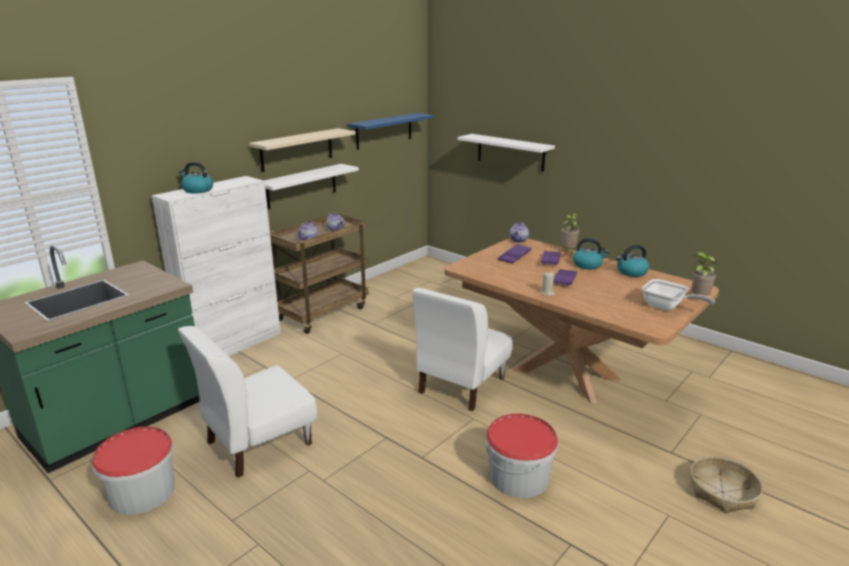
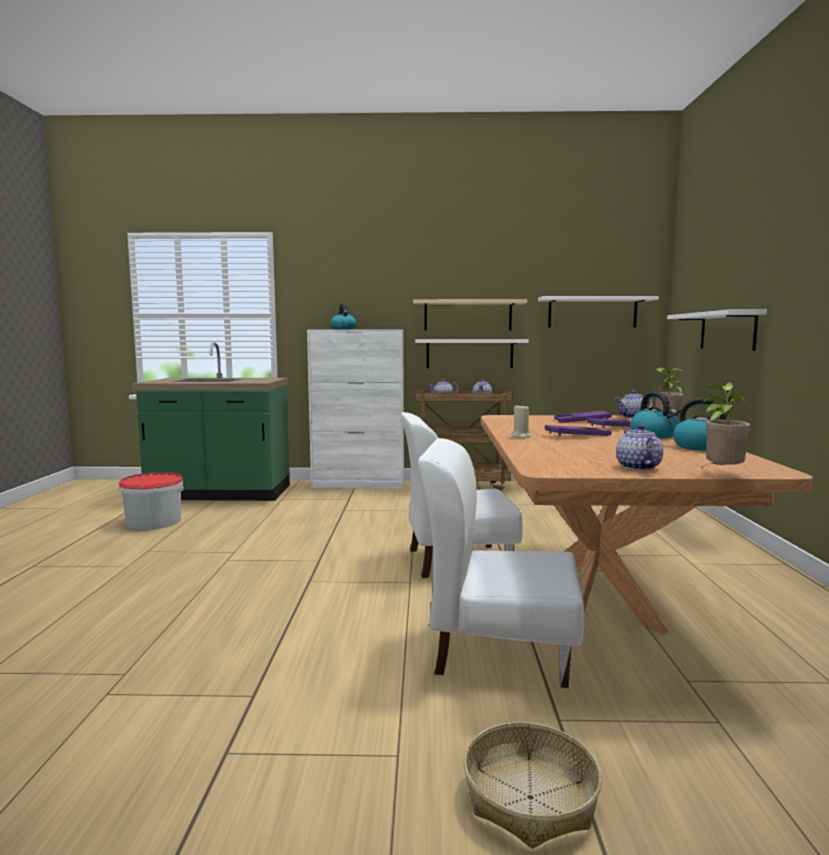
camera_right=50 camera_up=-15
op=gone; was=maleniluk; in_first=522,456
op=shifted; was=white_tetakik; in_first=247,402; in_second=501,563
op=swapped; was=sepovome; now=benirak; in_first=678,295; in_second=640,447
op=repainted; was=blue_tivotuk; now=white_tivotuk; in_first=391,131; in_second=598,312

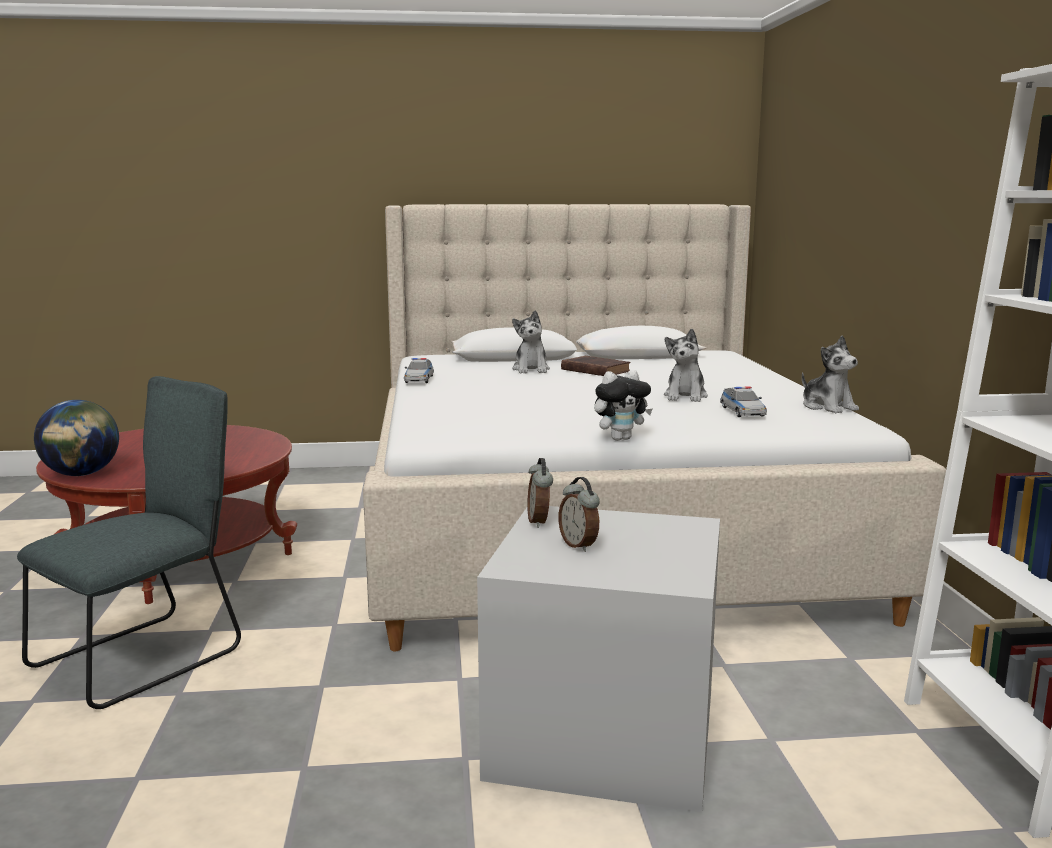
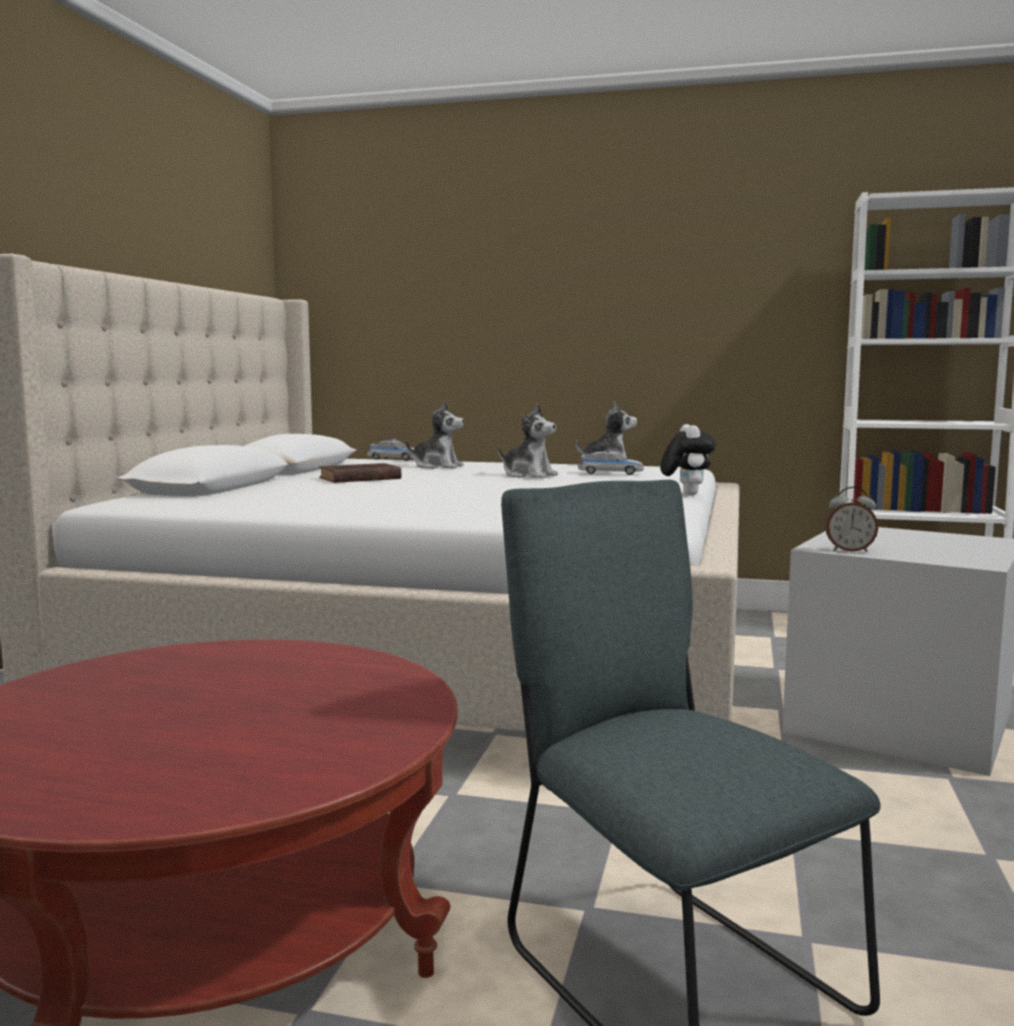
camera_right=-70 camera_up=-5
op=gone; was=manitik; in_first=76,438
op=gone; was=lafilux; in_first=579,514
op=shifted; was=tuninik; in_first=419,370; in_second=391,450
op=shifted; was=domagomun; in_first=531,342; in_second=434,435

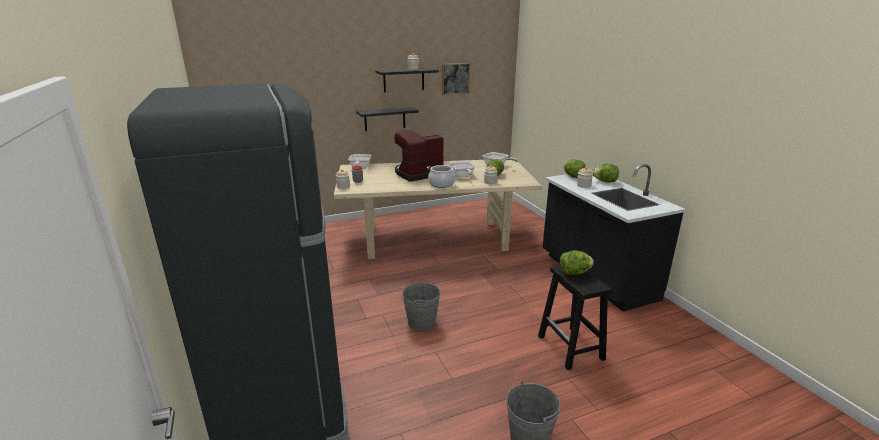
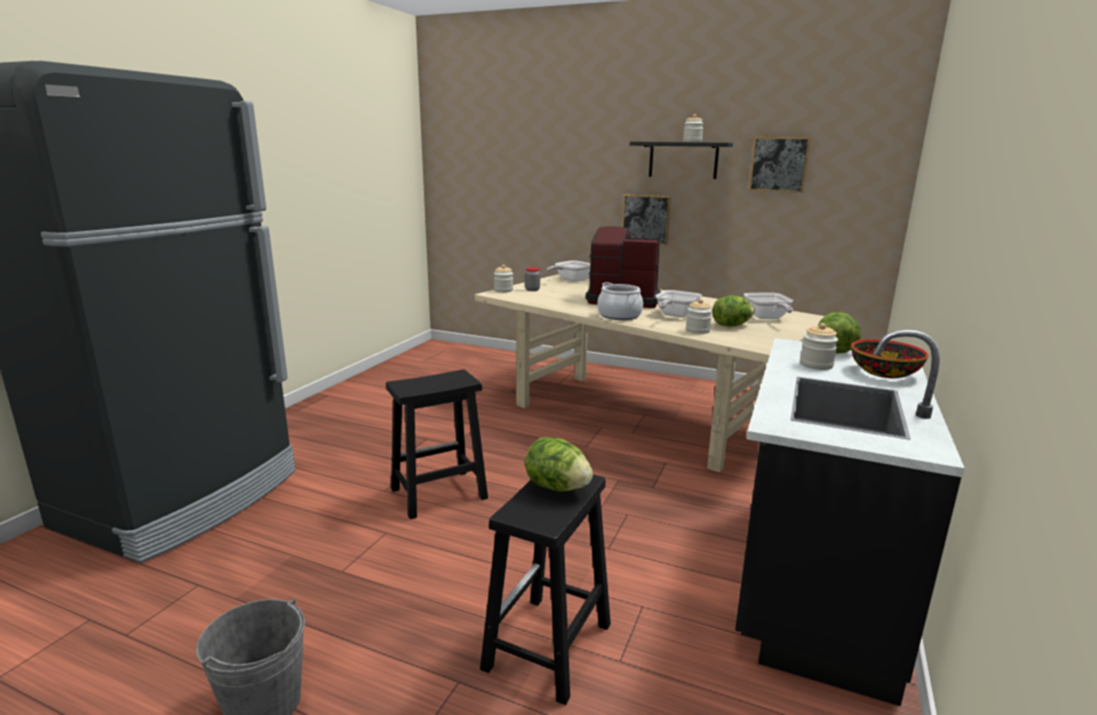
camera_right=45 camera_up=-5
op=swapped; was=black_tivotuk; now=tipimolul; in_first=387,119; in_second=646,219
op=swapped; was=grey_maleniluk; now=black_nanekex; in_first=421,306; in_second=437,444
op=swapped; was=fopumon; now=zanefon; in_first=605,173; in_second=889,358

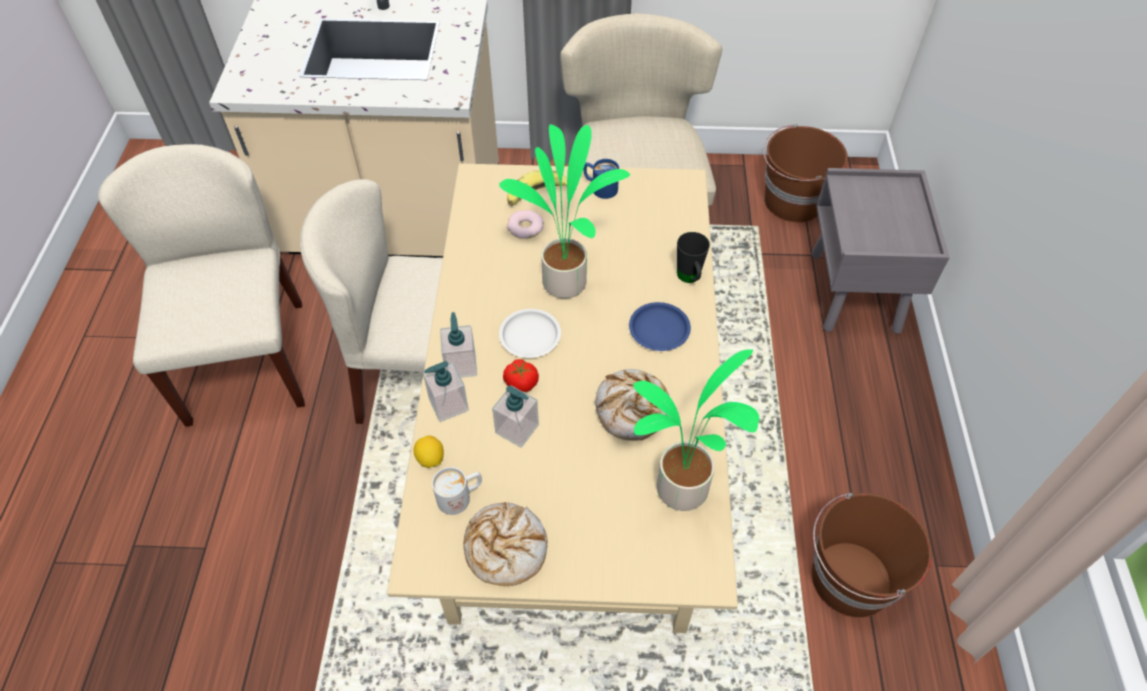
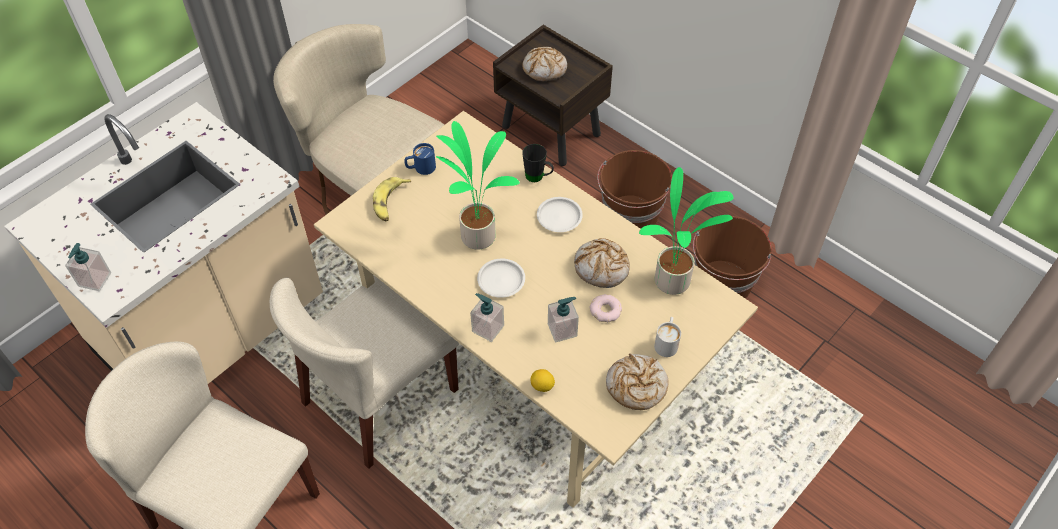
camera_right=-50 camera_up=0
op=gone; was=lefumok; in_first=521,375
op=new; now=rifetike; in_second=545,64
op=shifted; was=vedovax; in_first=446,391; in_second=88,267
op=shifted; was=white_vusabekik; in_first=457,491; in_second=667,337
op=shifted; was=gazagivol; in_first=525,224; in_second=605,308
op=shifted; was=brown_maleniluk; in_first=805,173; in_second=634,189
op=repainted; was=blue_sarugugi; now=white_sarugugi; in_first=660,326; in_second=560,214
op=repainted; was=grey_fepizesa; now=brown_fepizesa; in_first=880,251; in_second=553,95

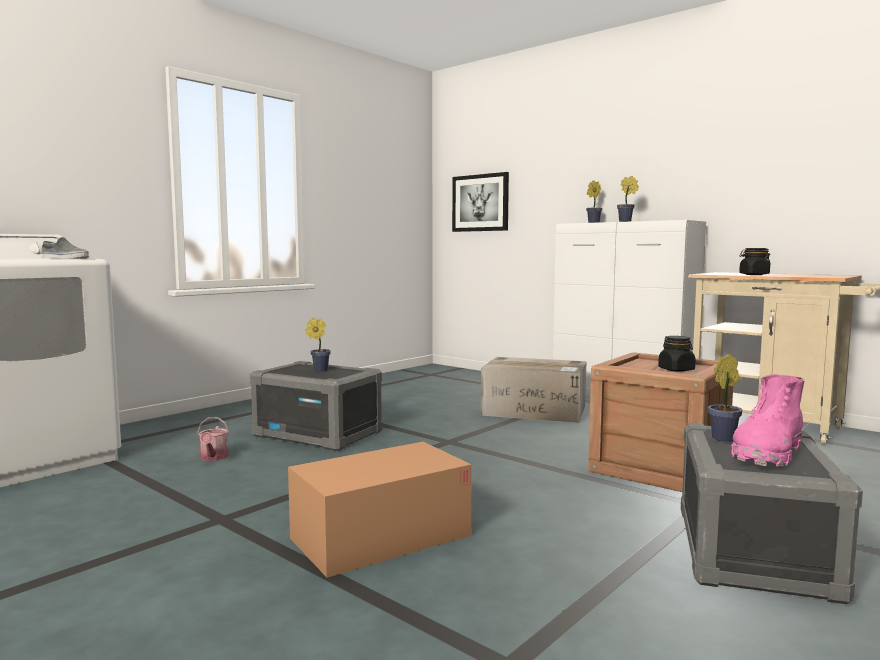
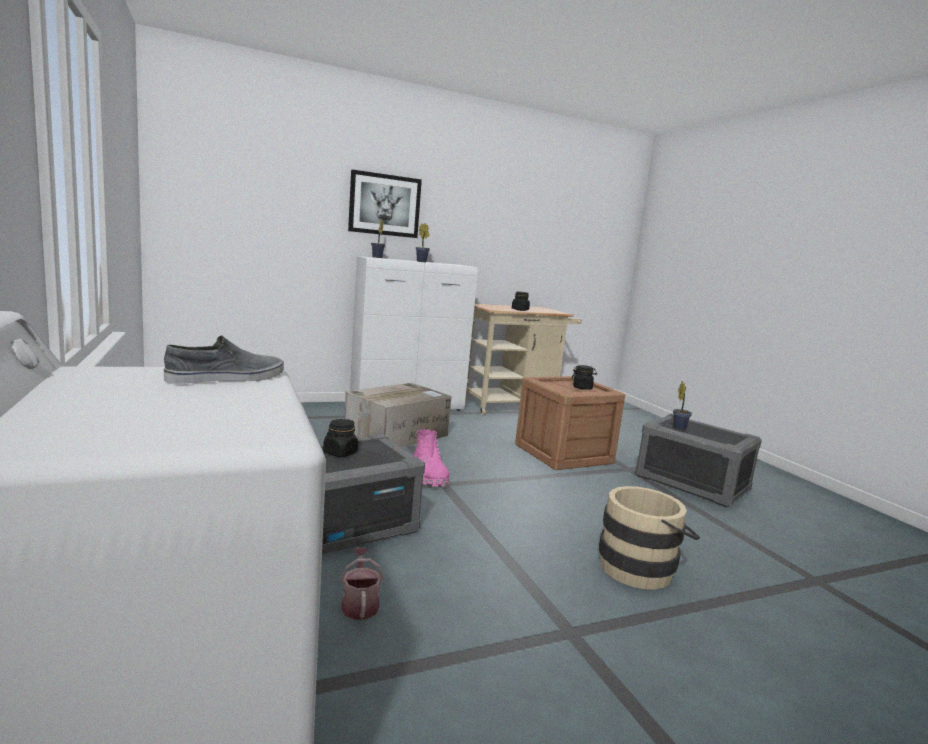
camera_right=-65 camera_up=5
op=shifted; was=tipimolul; in_first=480,202; in_second=385,204
op=shifted; was=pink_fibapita; in_first=768,420; in_second=432,458
op=swapped; was=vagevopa; now=beige_maleniluk; in_first=380,510; in_second=649,538
op=swapped; was=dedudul; now=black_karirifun; in_first=318,344; in_second=340,438
op=rotated; was=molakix; in_first=213,439; in_second=362,583; clockwise=-120

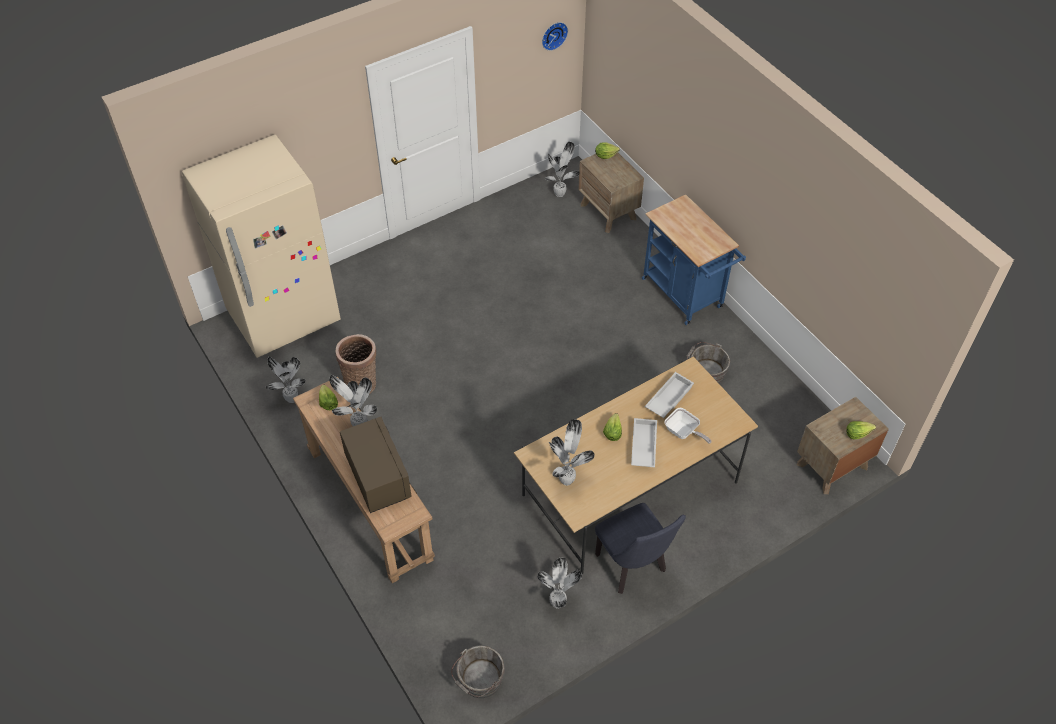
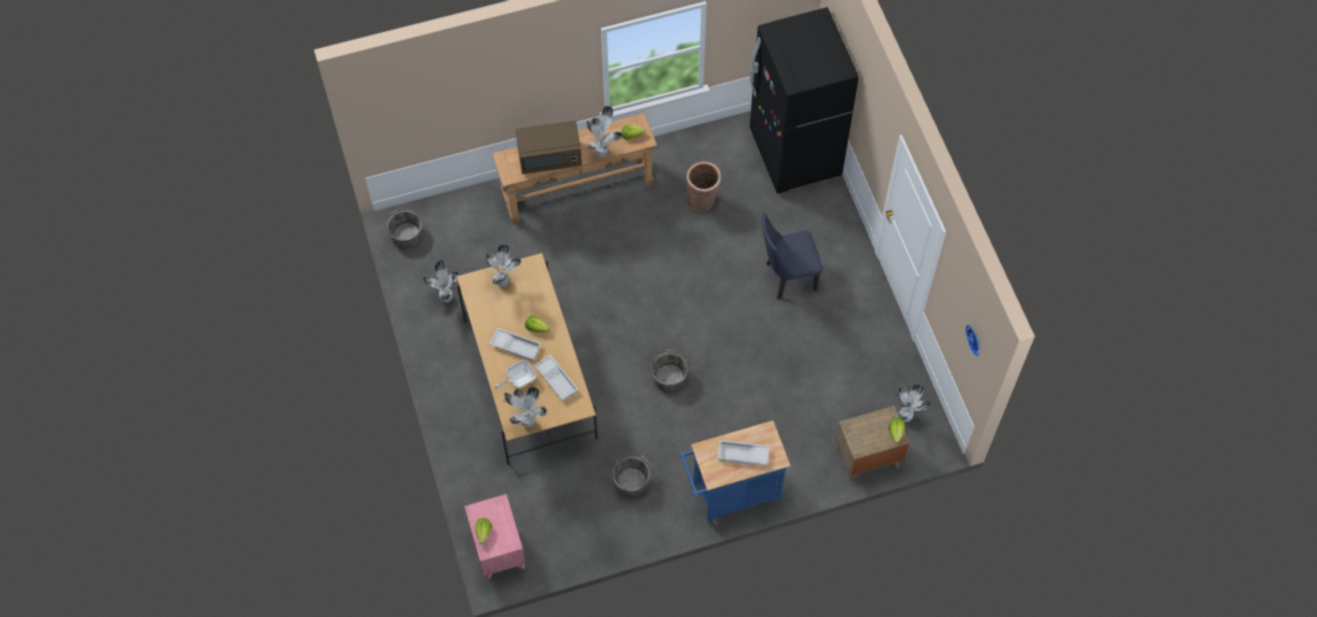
camera_right=105 camera_up=10
op=new; now=grey_maleniluk; in_second=669,370
op=new; now=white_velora; in_second=743,452
op=shifted; was=dedudul; in_first=285,379; in_second=525,407
op=shifted; was=blue_tetakik; in_first=640,548; in_second=792,256
op=repainted; was=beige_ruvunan; now=black_ruvunan; in_first=261,246; in_second=804,100
op=repainted; was=brown_fepizesa; now=pink_fepizesa; in_first=843,445; in_second=495,537

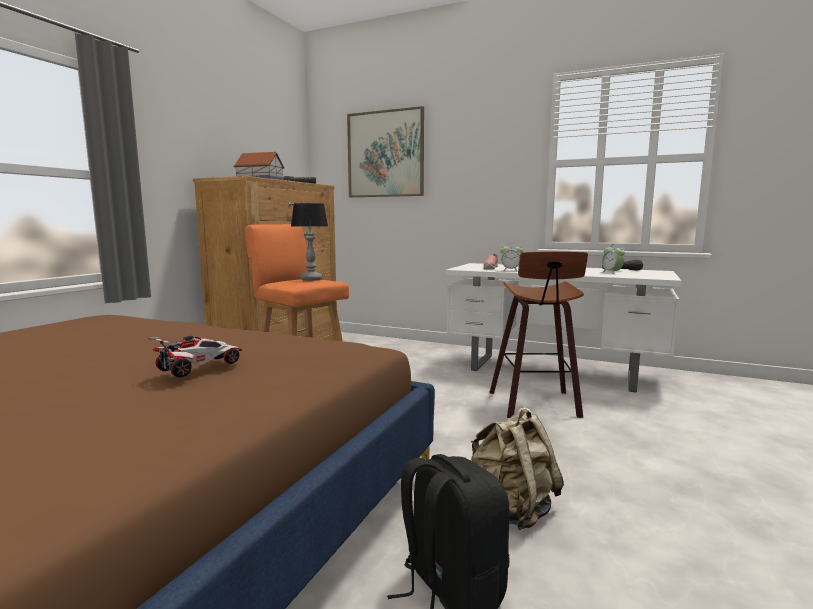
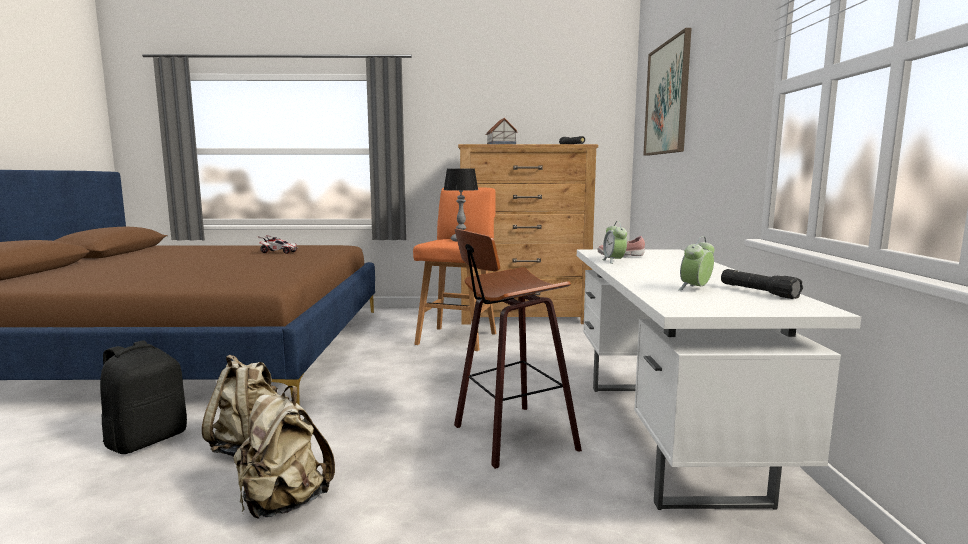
camera_right=65 camera_up=0
op=new; now=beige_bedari; in_second=284,452
op=shifted; was=tuninik; in_first=194,356; in_second=278,244

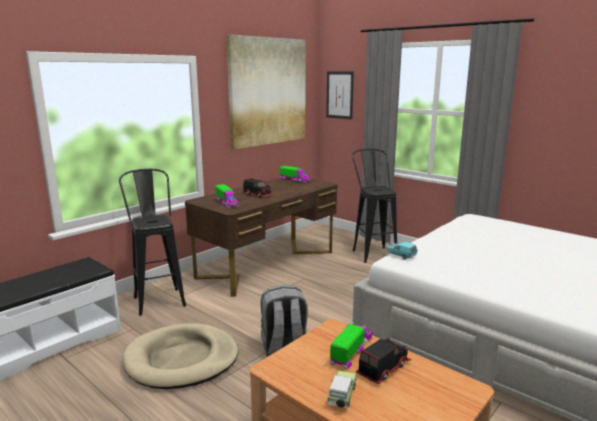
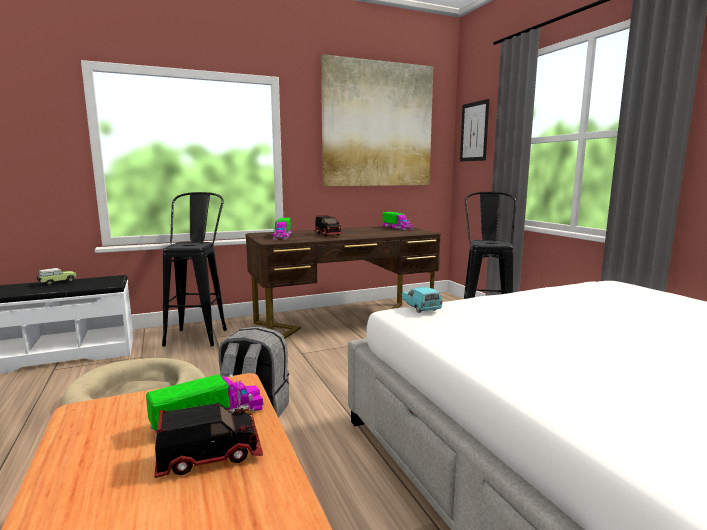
camera_right=25 camera_up=-5
op=shifted; was=tuninik; in_first=342,389; in_second=57,276

